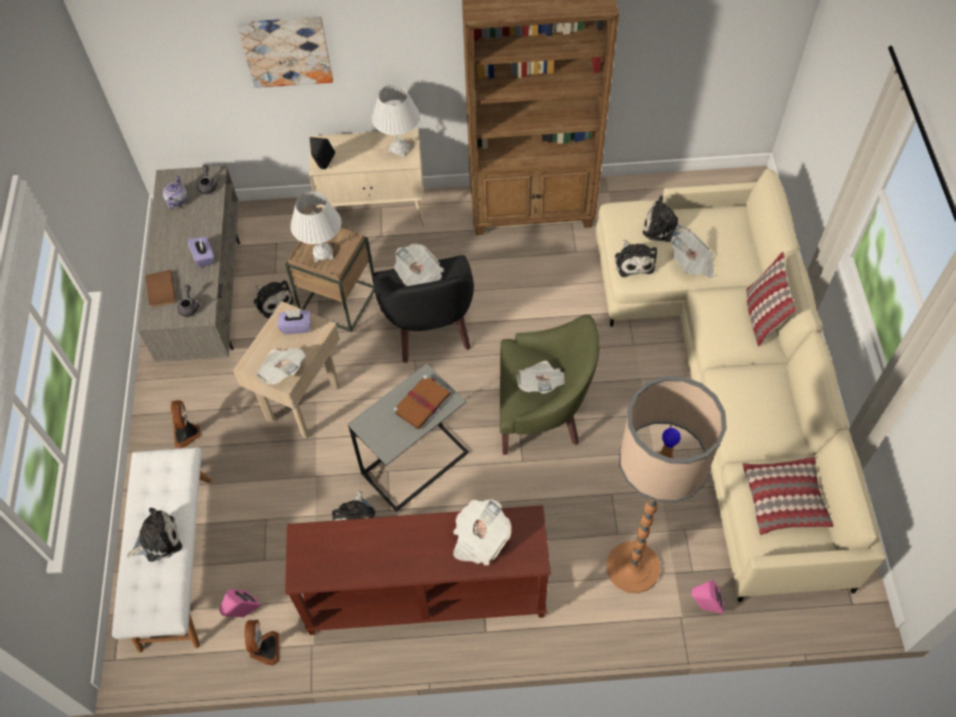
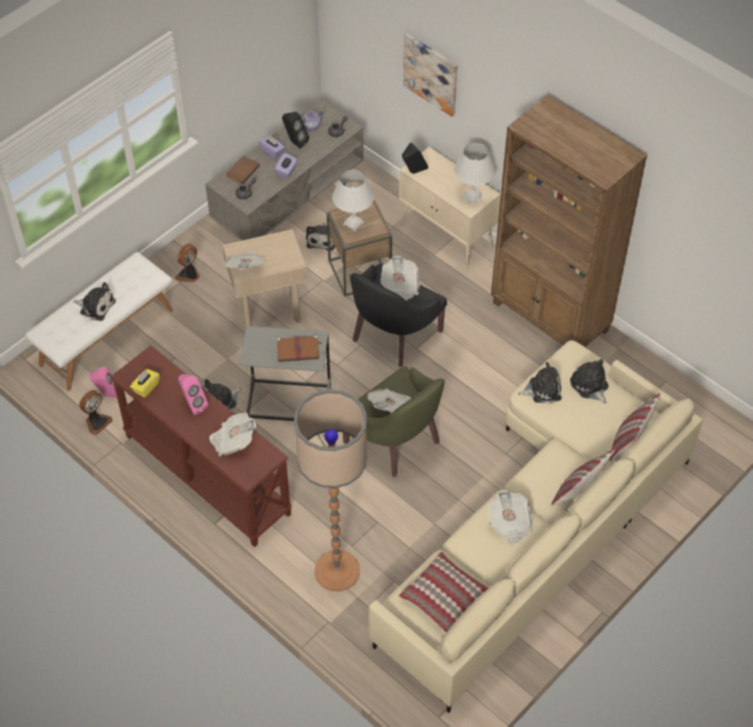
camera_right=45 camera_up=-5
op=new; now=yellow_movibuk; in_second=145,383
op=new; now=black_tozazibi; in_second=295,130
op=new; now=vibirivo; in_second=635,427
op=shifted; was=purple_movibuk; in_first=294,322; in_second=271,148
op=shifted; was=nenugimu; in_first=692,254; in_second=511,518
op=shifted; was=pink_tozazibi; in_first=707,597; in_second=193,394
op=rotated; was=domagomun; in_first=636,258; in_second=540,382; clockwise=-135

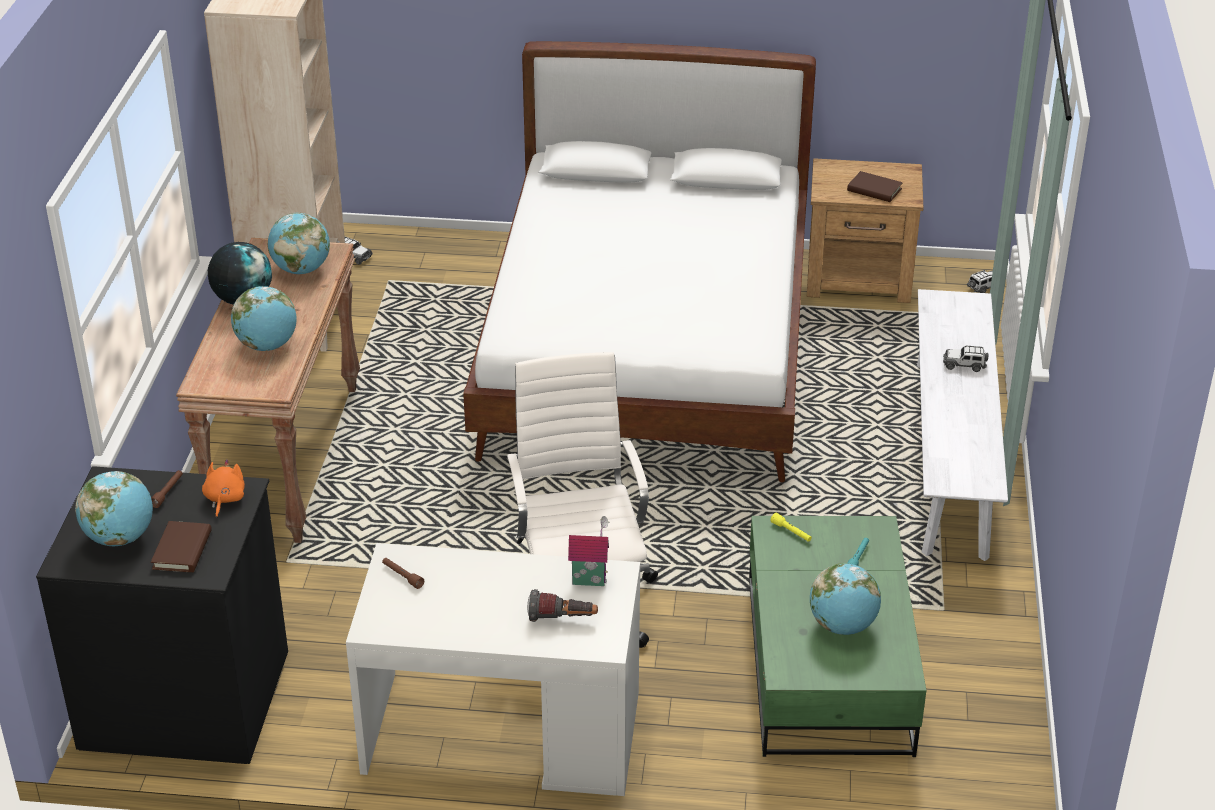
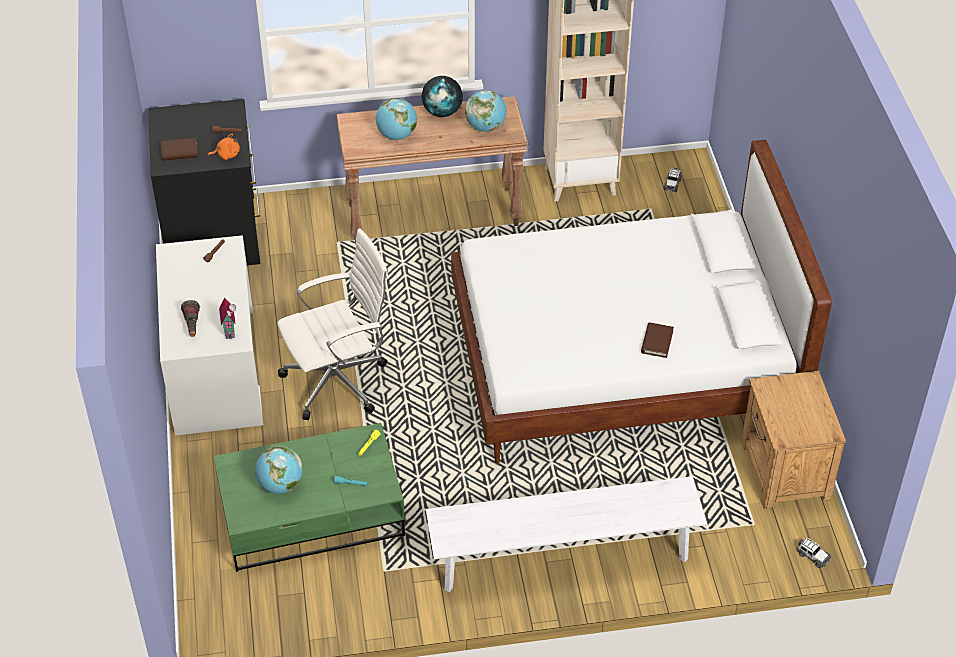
camera_right=75 camera_up=10
op=gone; was=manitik; in_first=114,508
op=gone; was=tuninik; in_first=966,359
op=shifted; was=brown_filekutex; in_first=875,186; in_second=657,340

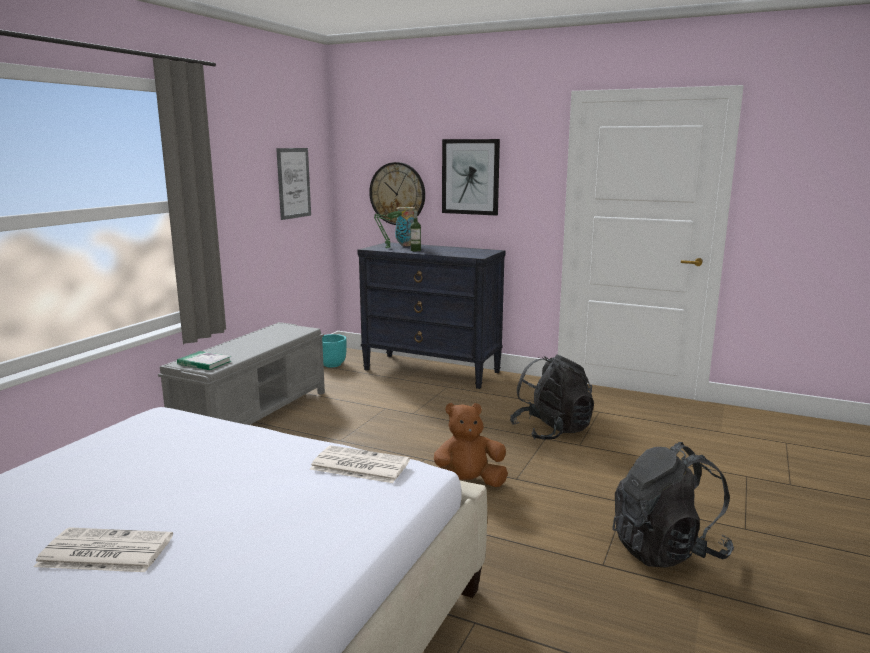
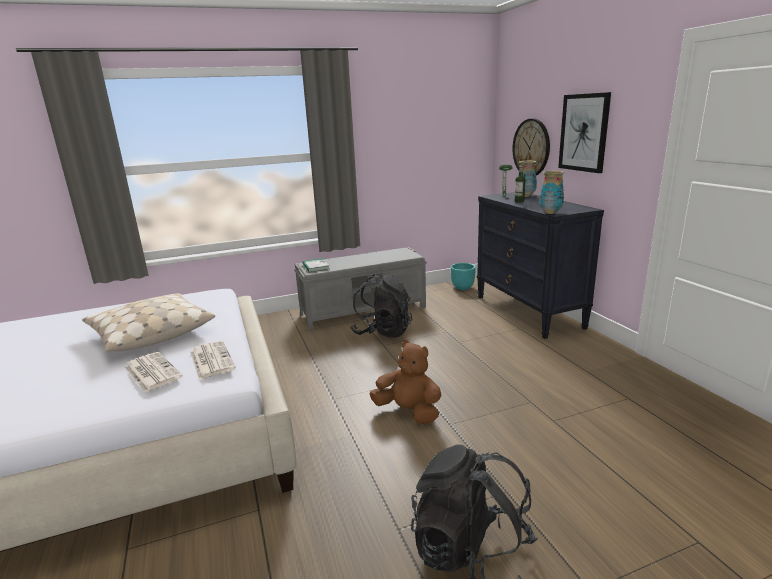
camera_right=45 camera_up=5
op=gone; was=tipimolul; in_first=293,184
op=new; now=beige_vibirivo; in_second=148,322
op=new; now=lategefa; in_second=551,192
op=shifted; was=nenugimu; in_first=103,549; in_second=154,372
op=shifted; was=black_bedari; in_first=552,397; in_second=381,306

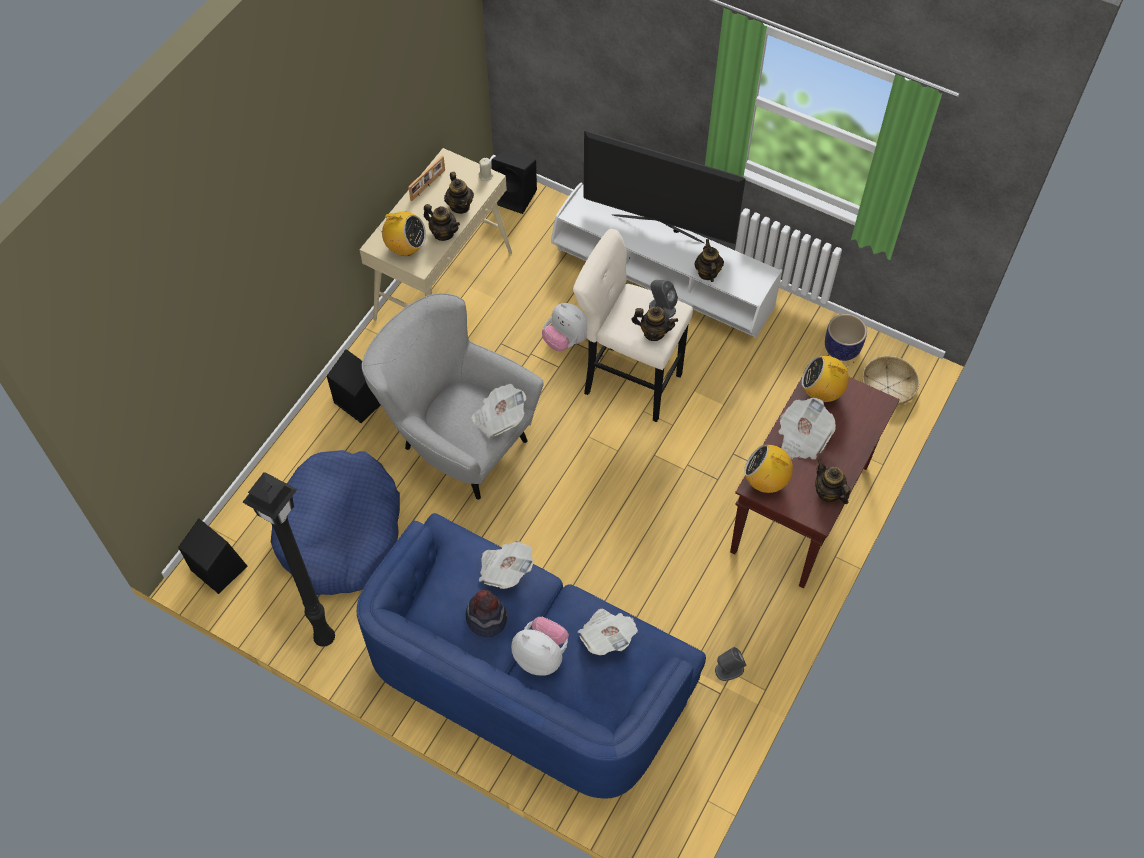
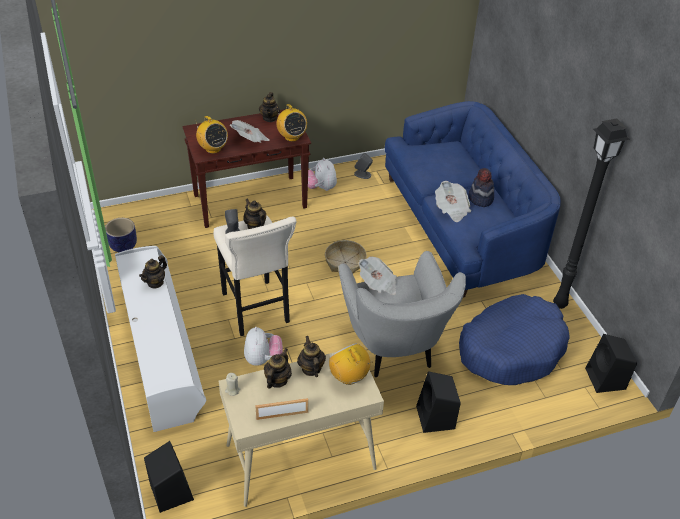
camera_right=-140 camera_up=-15
op=gone; was=nenugimu; in_first=608,632
op=gone; was=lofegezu; in_first=664,187
op=shifted; was=domagomun; in_first=540,646; in_second=322,174
op=shifted; was=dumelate; in_first=890,381; in_second=346,256

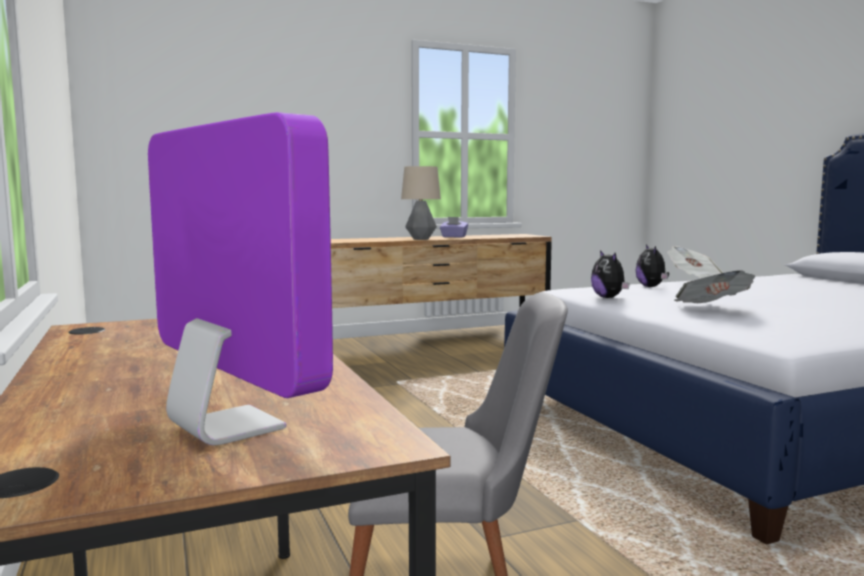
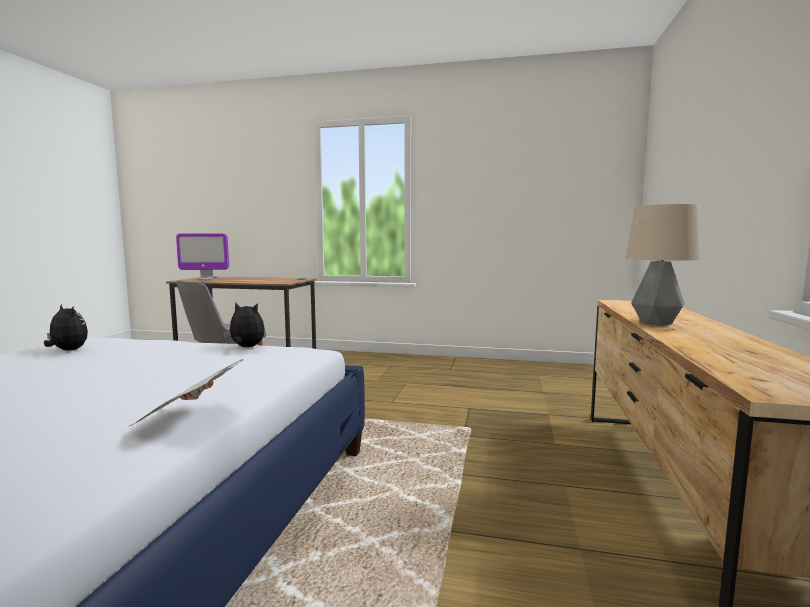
camera_right=125 camera_up=0
op=gone; was=purple_movibuk; in_first=454,227
op=gone; was=nenugimu; in_first=715,286
op=shifted; was=domagomun; in_first=652,266; in_second=66,327

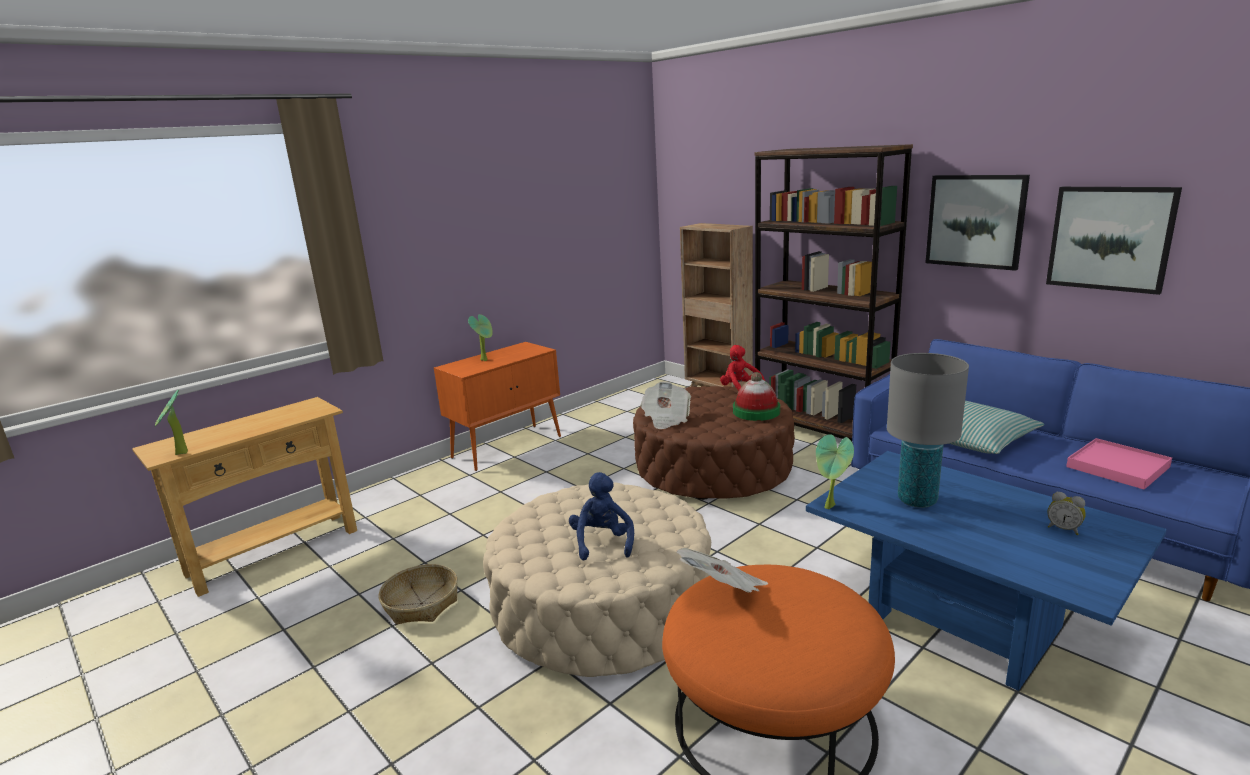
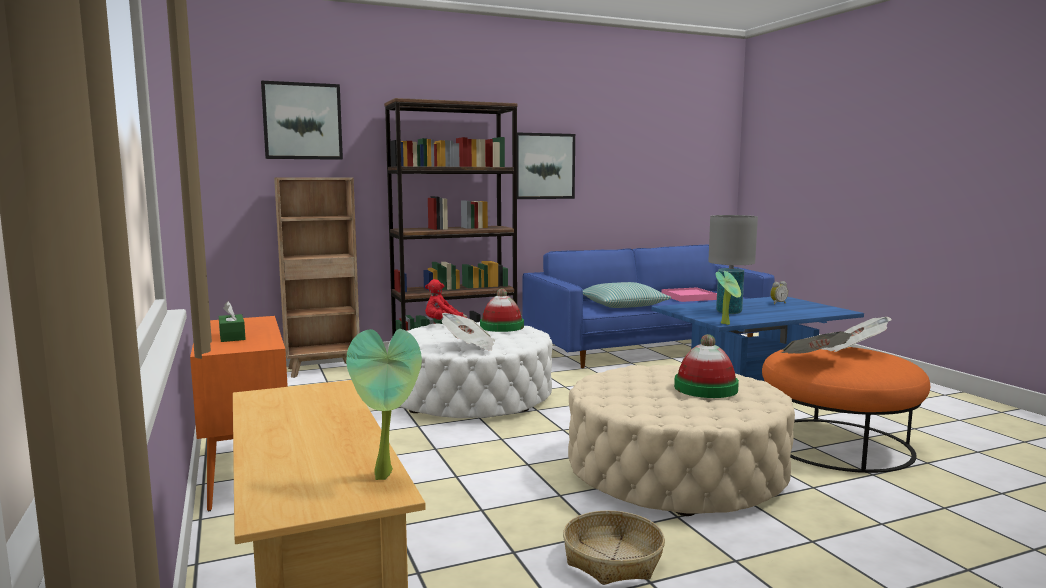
camera_right=-70 camera_up=-10
op=new; now=nenugimu; in_second=857,334
op=shifted; was=tipimolul; in_first=1114,241; in_second=302,120
op=swapped; was=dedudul; now=green_movibuk; in_first=480,337; in_second=232,321
op=swapped; was=blue_domagomun; now=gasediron; in_first=601,516; in_second=706,366
op=repainted; was=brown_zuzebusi; now=white_zuzebusi; in_first=714,443; in_second=470,370

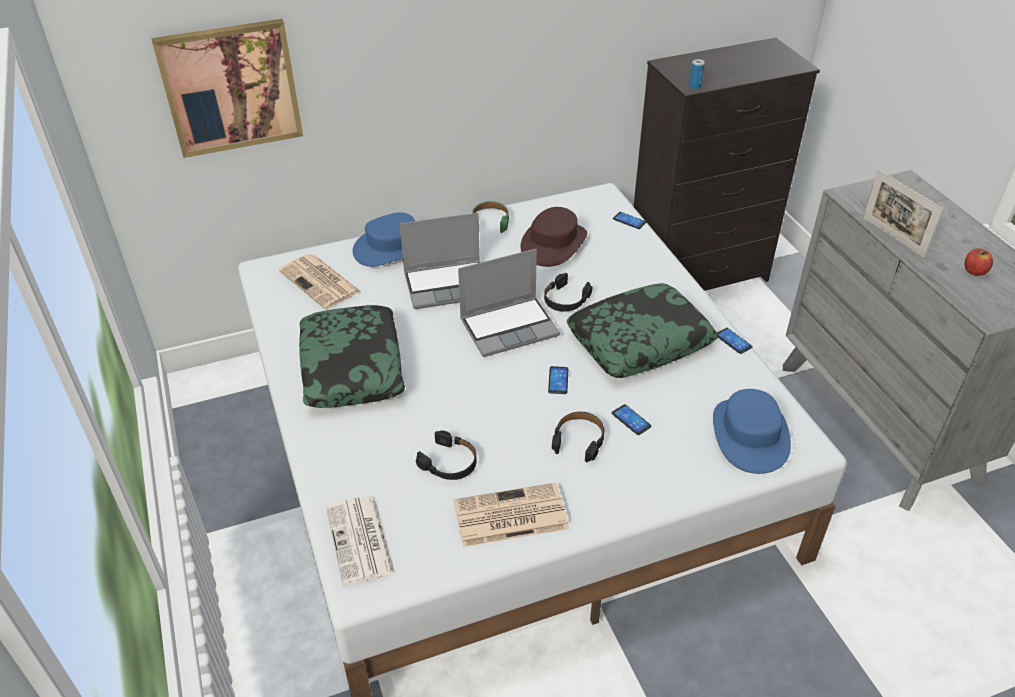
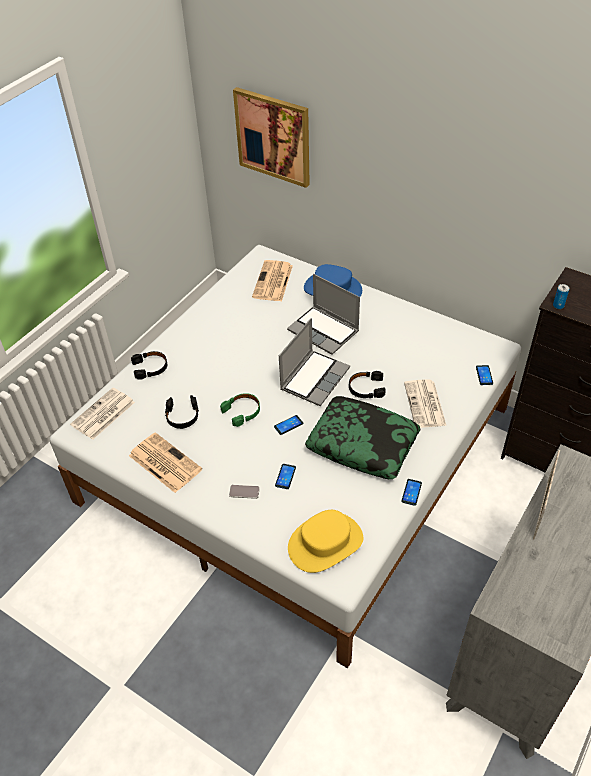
camera_right=55 camera_up=5
op=gone; was=vibirivo; in_first=352,356
op=gone; was=brown_gasediron; in_first=554,237
op=gone; was=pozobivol; in_first=979,262
op=new; now=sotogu; in_second=244,492
op=new; now=nenugimu; in_second=425,403
op=shifted; was=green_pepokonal; in_first=490,217; in_second=240,410
op=shifted; was=black_pepokonal; in_first=578,437; in_second=149,365
op=repainted; was=blue_gasediron; now=yellow_gasediron; in_first=752,431; in_second=325,541
op=rotated; was=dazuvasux; in_first=509,303; in_second=314,362; clockwise=-90

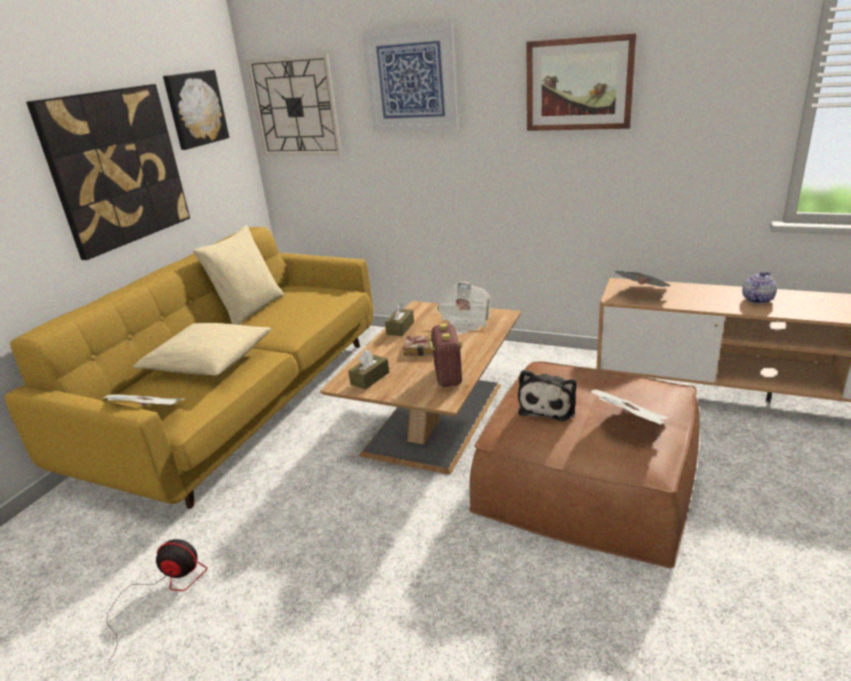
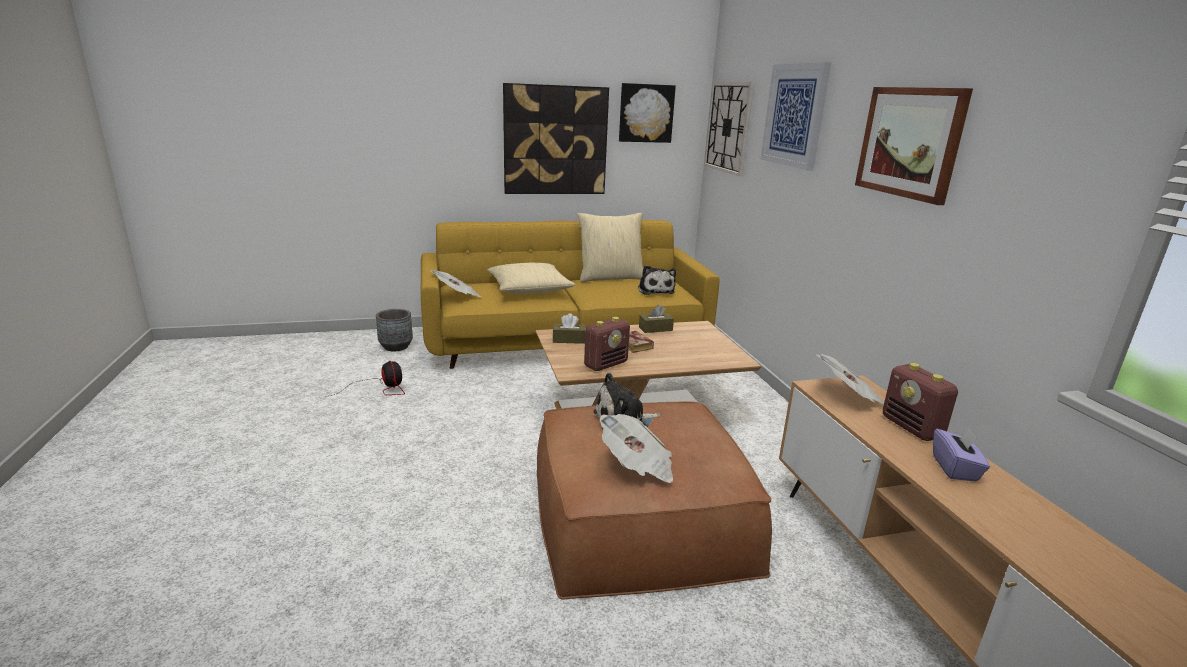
camera_right=50 camera_up=-5
op=gone; was=nenugimu; in_first=464,307
op=new; now=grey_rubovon; in_second=394,330
op=new; now=domagomun; in_second=657,280
op=new; now=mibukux; in_second=920,402
op=swapped; was=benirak; now=purple_movibuk; in_first=759,288; in_second=961,454

